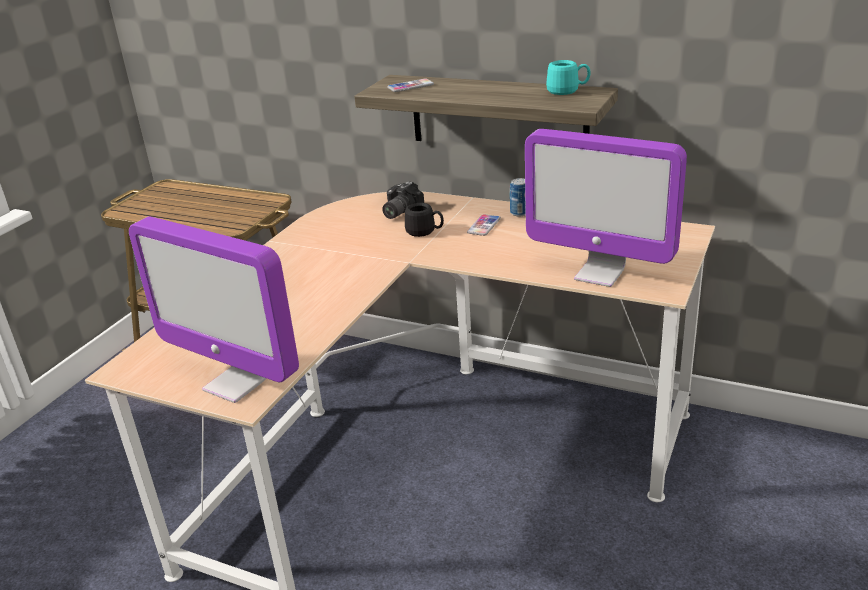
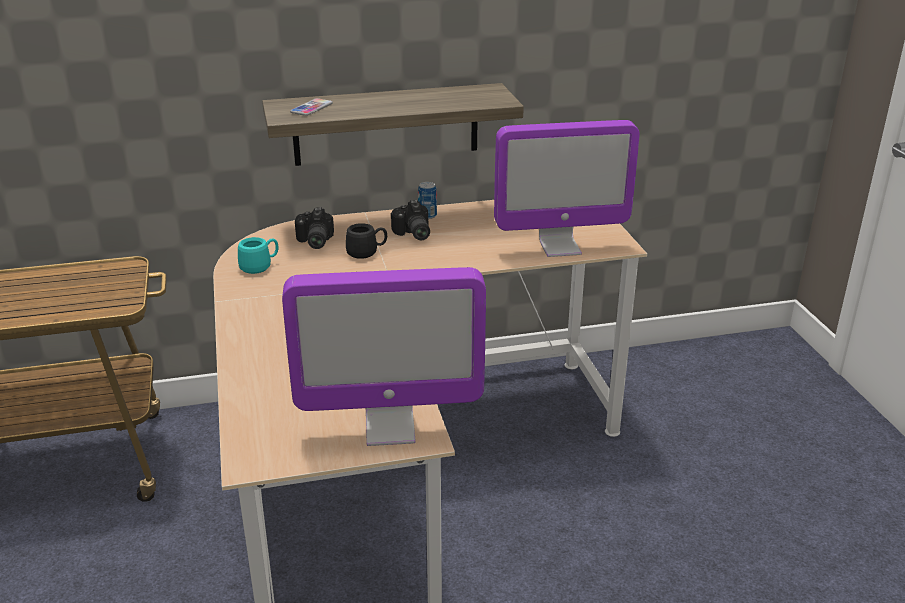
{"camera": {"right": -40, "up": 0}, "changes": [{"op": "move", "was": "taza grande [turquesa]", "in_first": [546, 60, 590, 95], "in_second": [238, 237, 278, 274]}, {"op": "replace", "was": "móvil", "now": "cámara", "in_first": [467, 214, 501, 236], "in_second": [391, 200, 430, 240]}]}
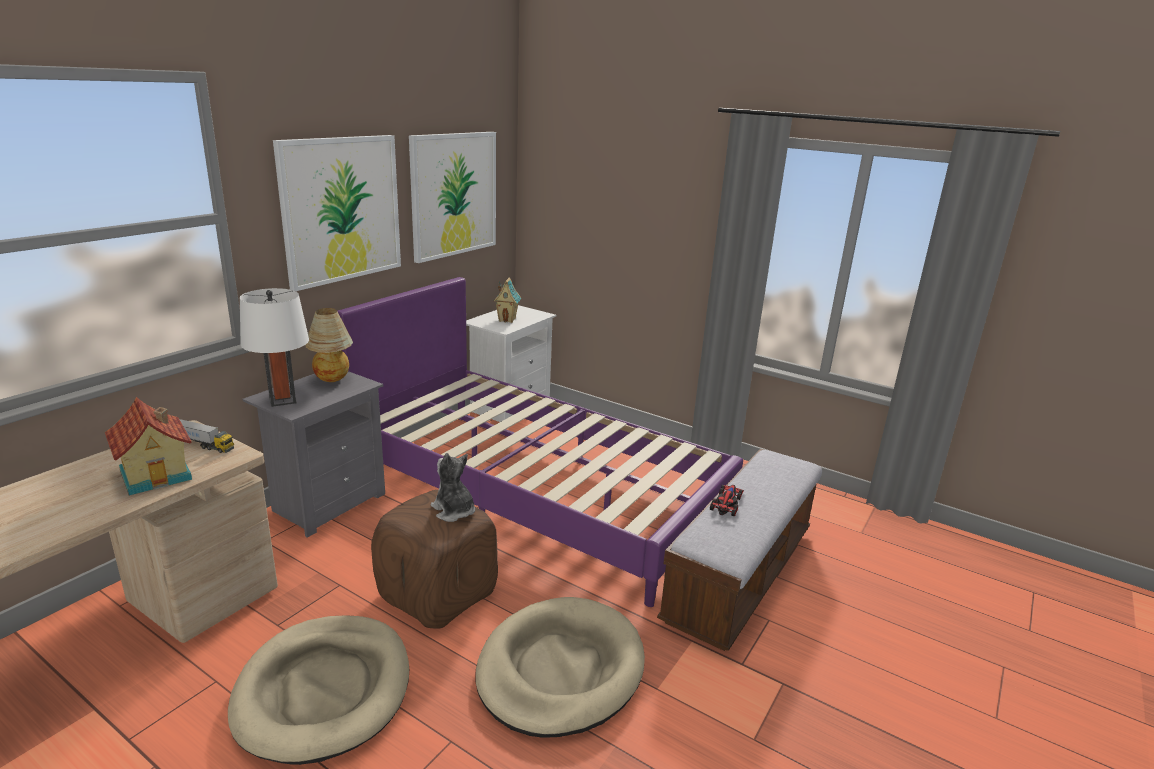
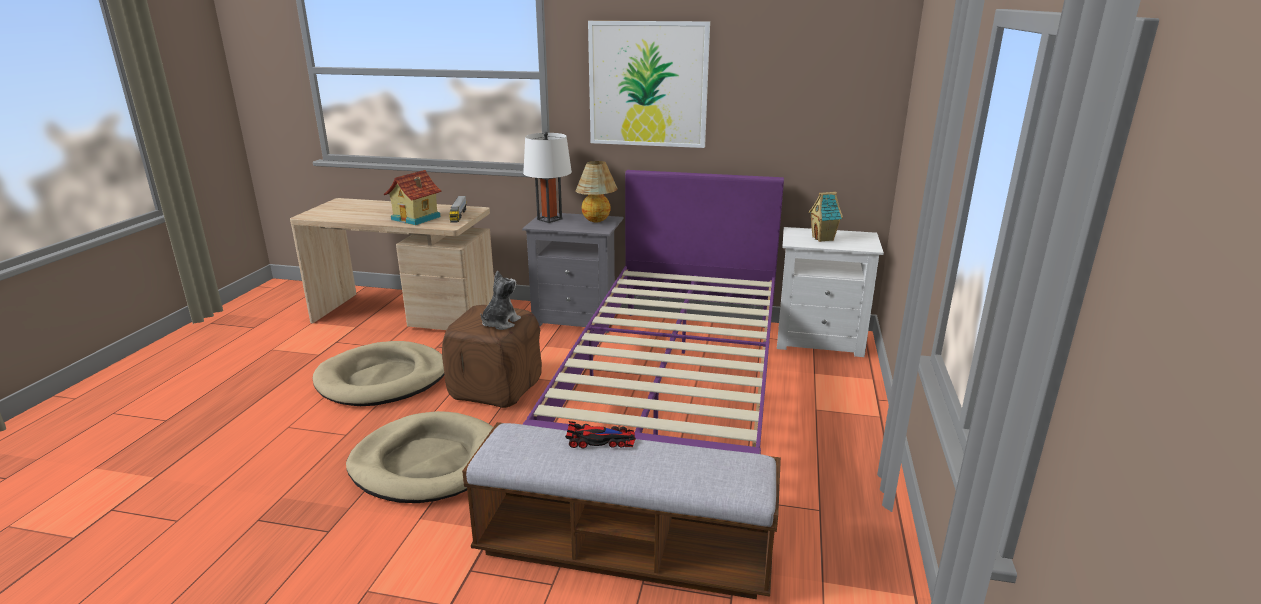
{"camera": {"right": 70, "up": 0}, "changes": [{"op": "delete", "was": "cuadro", "in_first": [409, 132, 496, 263]}]}
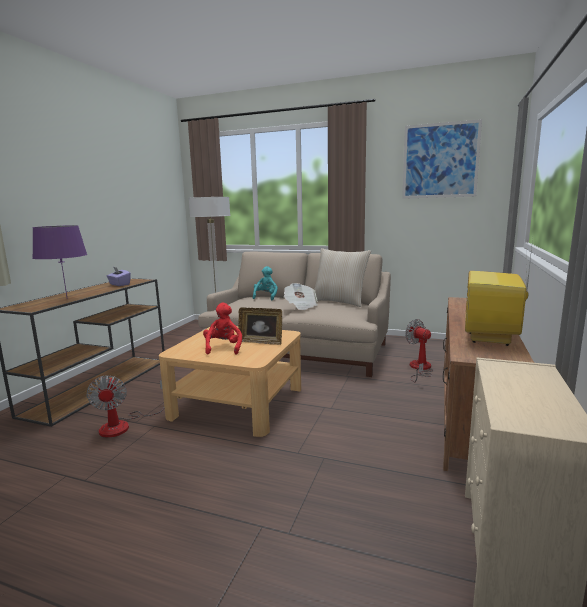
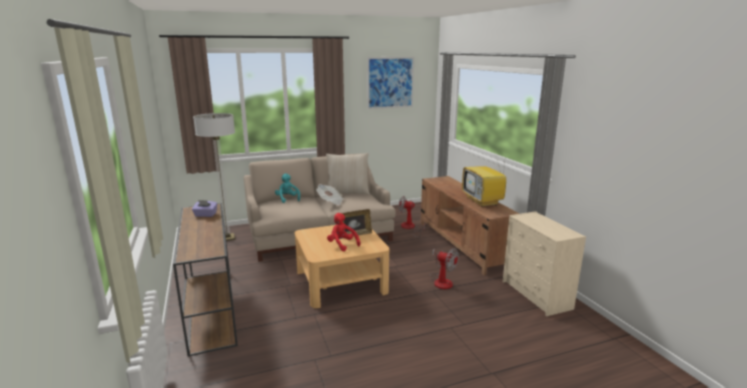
{"camera": {"right": -40, "up": 5}, "changes": [{"op": "delete", "was": "lámpara de mesa [morado]", "in_first": [32, 225, 87, 299]}, {"op": "move", "was": "ventilador", "in_first": [86, 375, 164, 438], "in_second": [430, 248, 459, 289]}]}
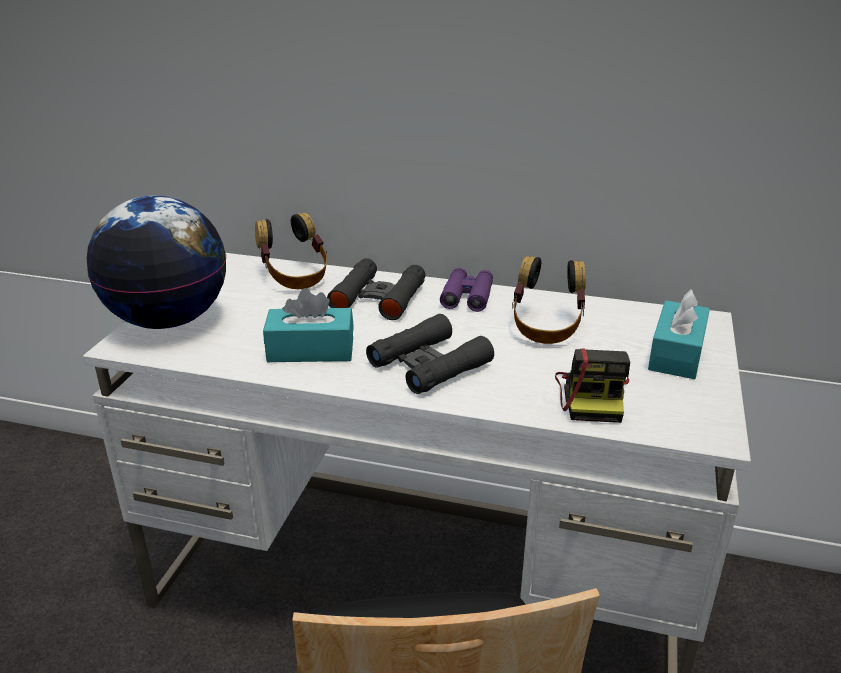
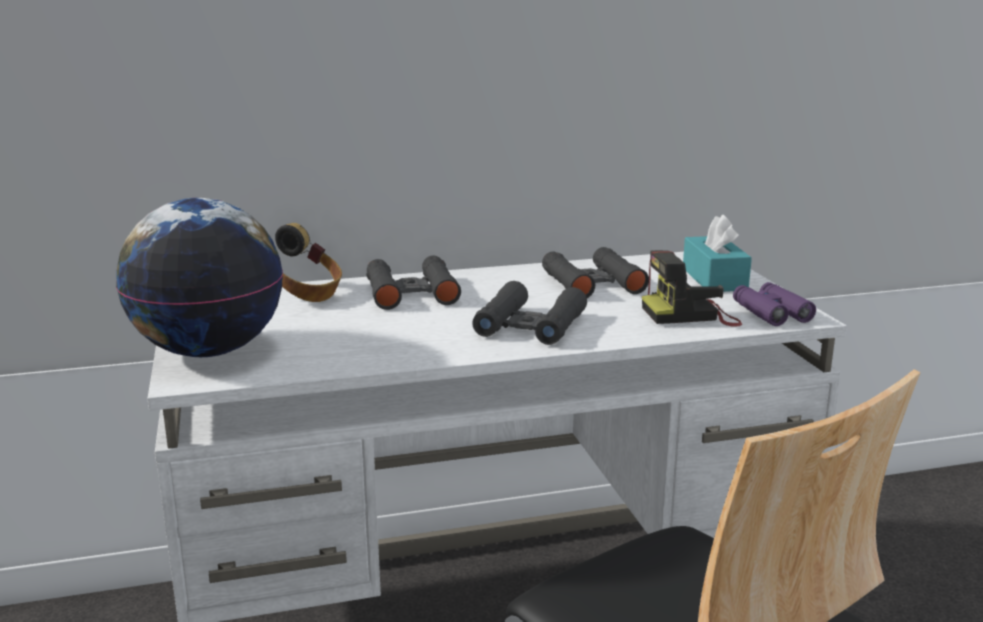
{"camera": {"right": -30, "up": -10}, "changes": [{"op": "replace", "was": "auriculares", "now": "prismáticos [negro]", "in_first": [512, 256, 586, 344], "in_second": [542, 247, 649, 298]}, {"op": "move", "was": "prismáticos [morado]", "in_first": [440, 268, 493, 312], "in_second": [733, 282, 816, 326]}, {"op": "delete", "was": "caja de pañuelos [turquesa]", "in_first": [263, 288, 354, 362]}, {"op": "rotate", "was": "cámara", "in_first": [555, 348, 630, 423], "in_second": [642, 250, 742, 326], "clockwise": 105}]}
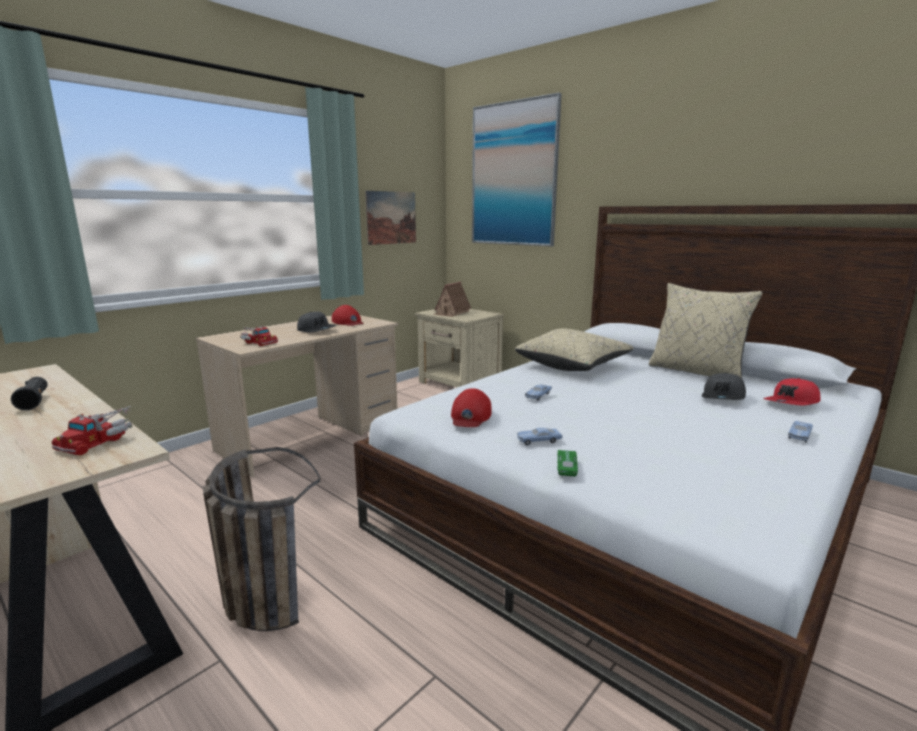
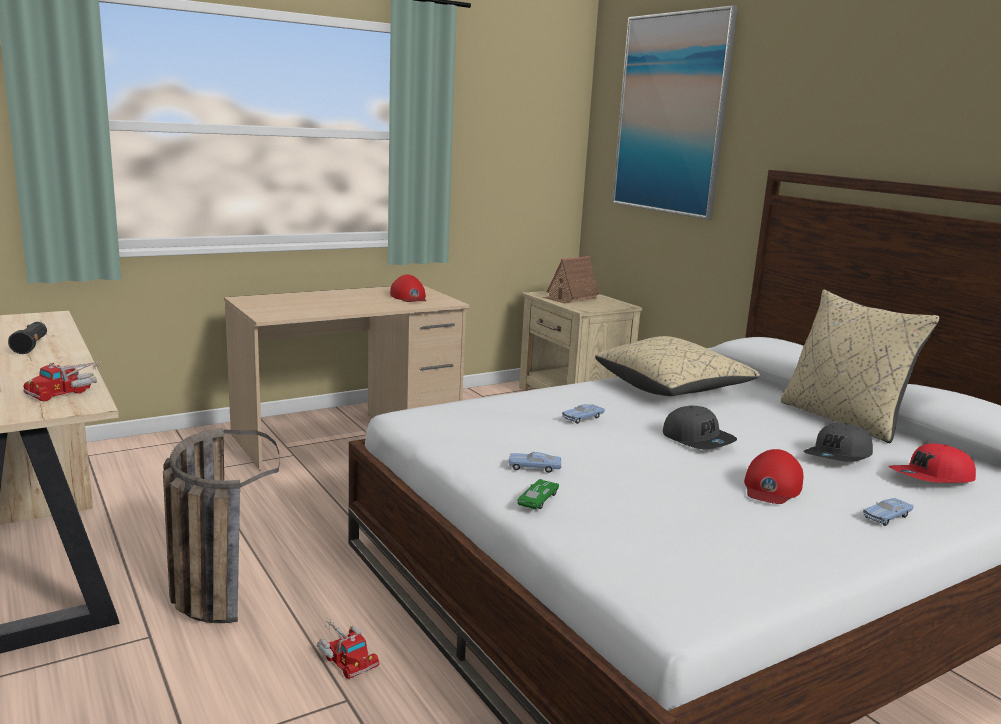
{"camera": {"right": 15, "up": 0}, "changes": [{"op": "delete", "was": "cuadro", "in_first": [365, 191, 416, 245]}, {"op": "move", "was": "gorra [gris]", "in_first": [297, 312, 337, 333], "in_second": [663, 406, 737, 449]}, {"op": "move", "was": "camión de juguete", "in_first": [240, 326, 278, 346], "in_second": [317, 619, 379, 679]}, {"op": "move", "was": "gorra [rojo]", "in_first": [451, 388, 492, 427], "in_second": [744, 449, 803, 504]}]}
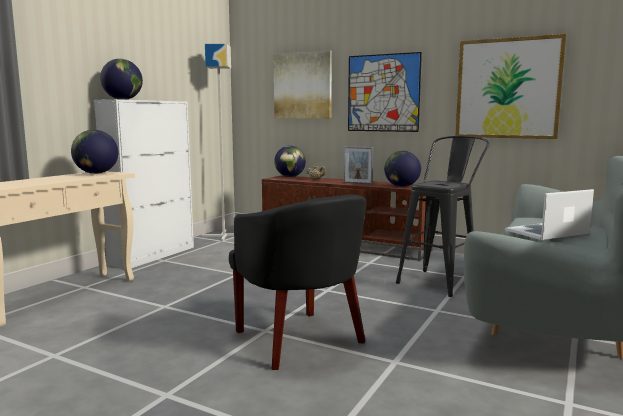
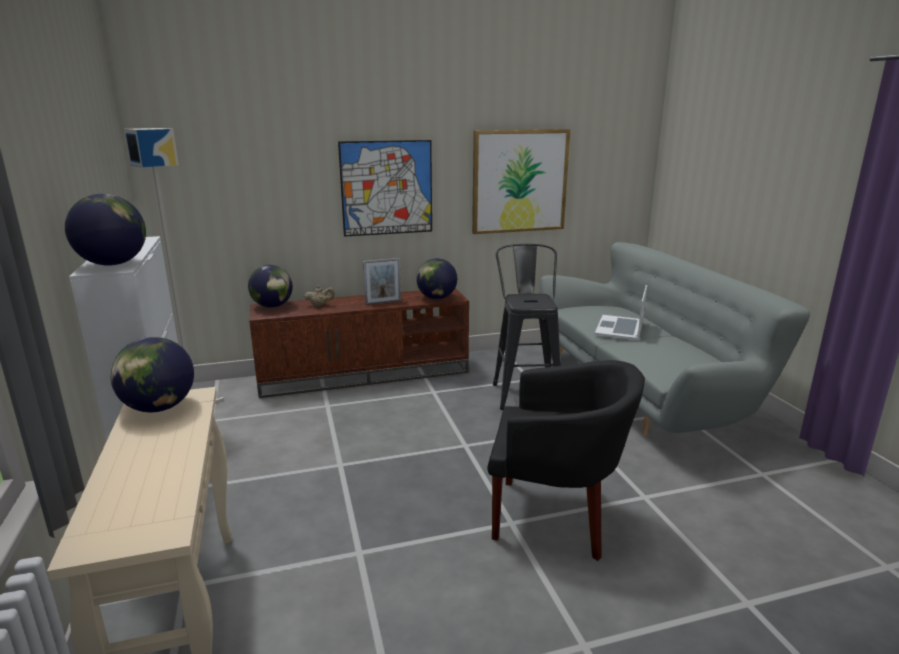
{"camera": {"right": -45, "up": 10}, "changes": [{"op": "delete", "was": "cuadro", "in_first": [274, 50, 332, 119]}]}
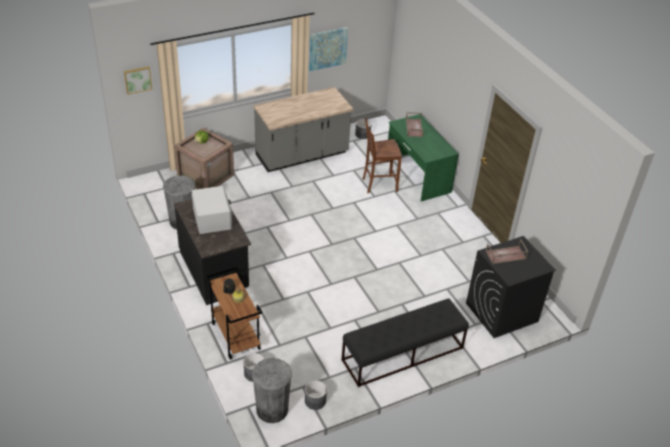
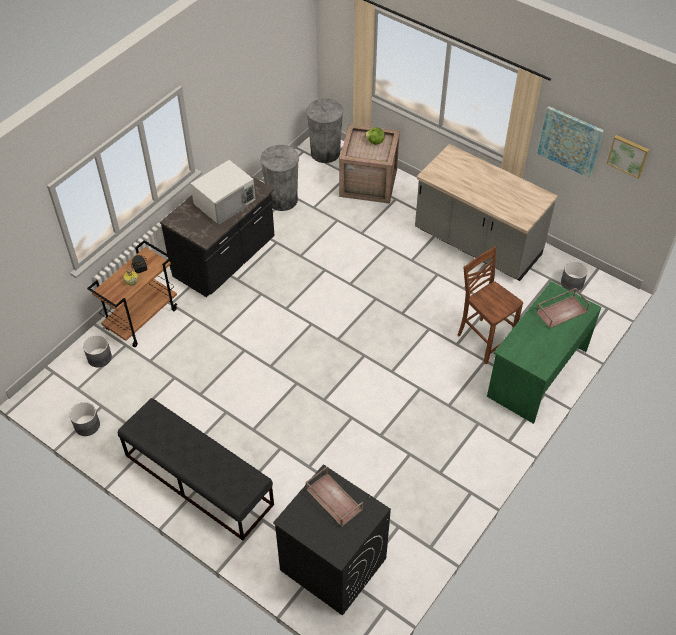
{"camera": {"right": 65, "up": 10}, "changes": [{"op": "move", "was": "cuadro", "in_first": [124, 66, 152, 95], "in_second": [607, 135, 649, 179]}, {"op": "move", "was": "papelera [gris]", "in_first": [252, 358, 292, 423], "in_second": [307, 98, 343, 163]}]}
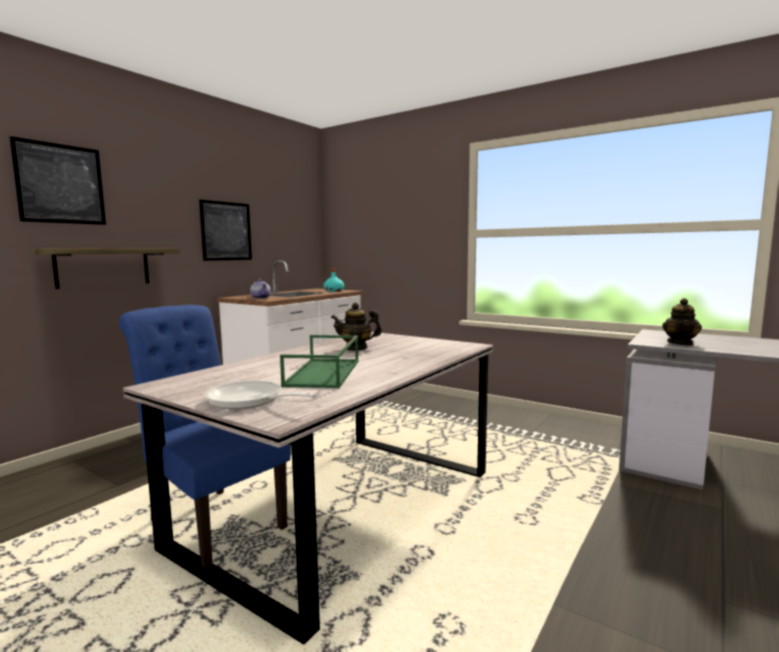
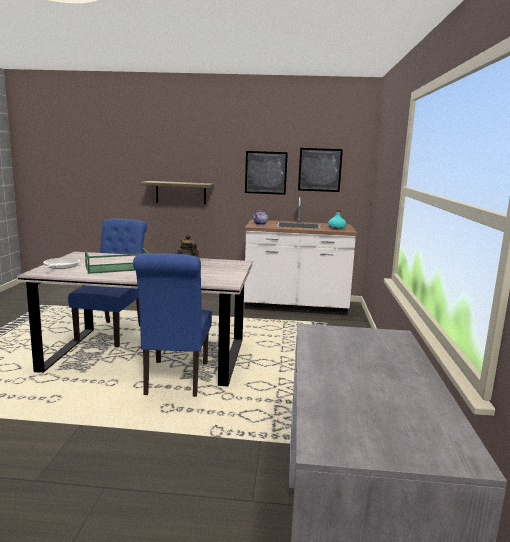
{"camera": {"right": 60, "up": 5}, "changes": [{"op": "move", "was": "cuadro", "in_first": [10, 136, 106, 225], "in_second": [298, 148, 343, 192]}, {"op": "delete", "was": "tetera", "in_first": [662, 298, 702, 345]}, {"op": "insert", "now": "silla [azul]", "in_second": [133, 253, 212, 397]}]}
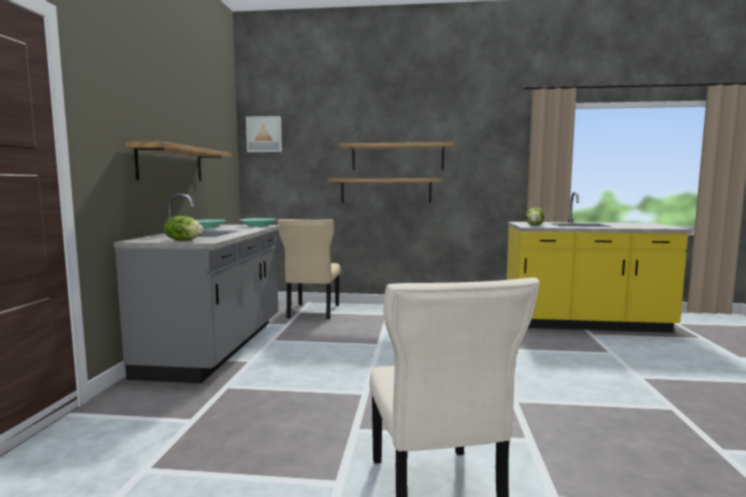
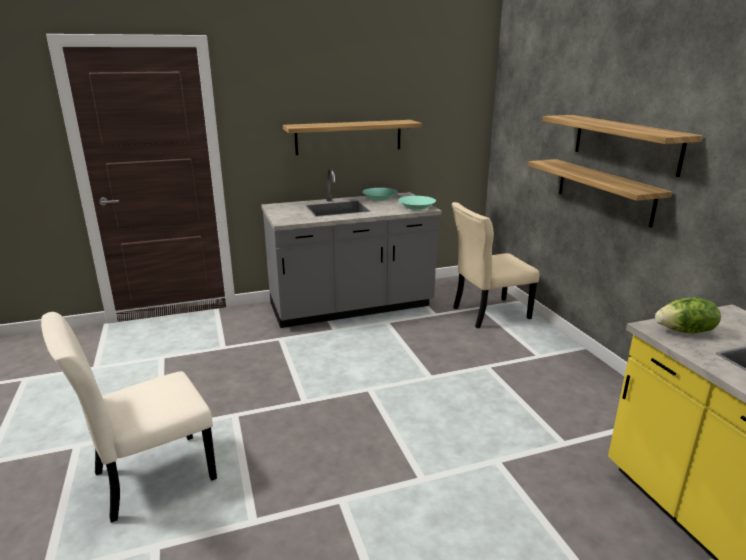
{"camera": {"right": 65, "up": 15}, "changes": [{"op": "delete", "was": "cuadro", "in_first": [246, 116, 282, 152]}, {"op": "delete", "was": "lechuga", "in_first": [164, 216, 203, 241]}]}
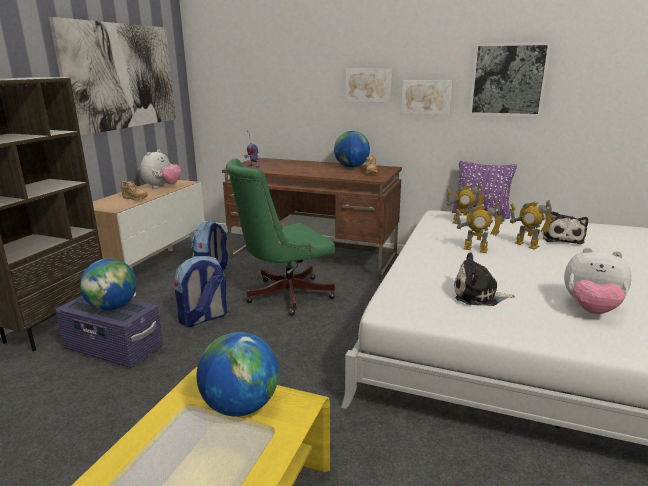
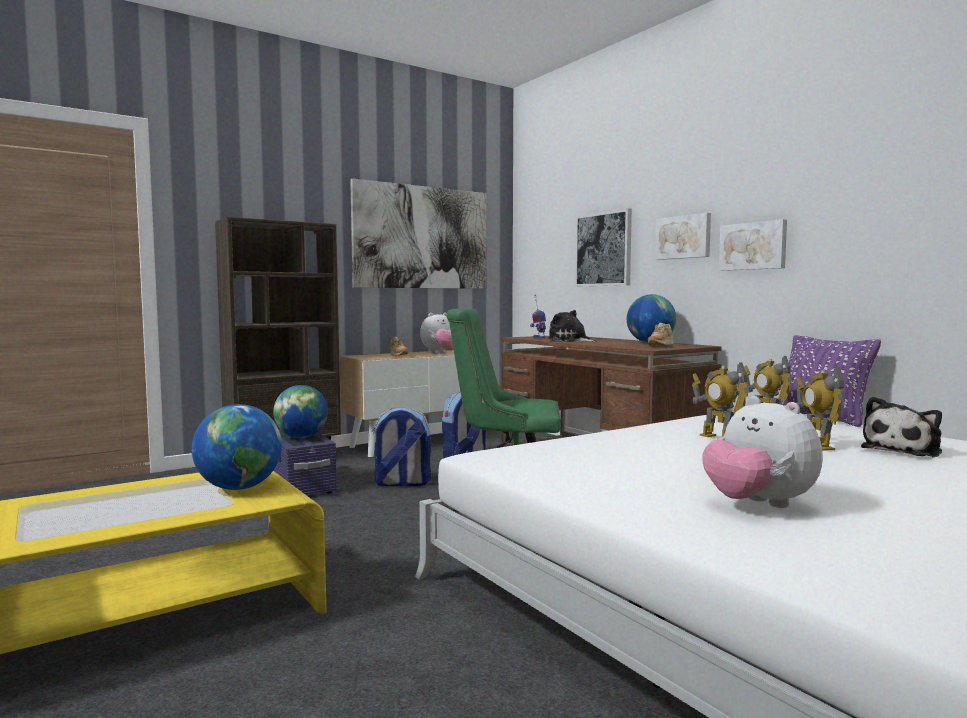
{"camera": {"right": 35, "up": -15}, "changes": [{"op": "move", "was": "cuadro", "in_first": [469, 42, 551, 117], "in_second": [575, 208, 632, 286]}, {"op": "move", "was": "peluche", "in_first": [454, 252, 515, 306], "in_second": [548, 310, 596, 342]}]}
